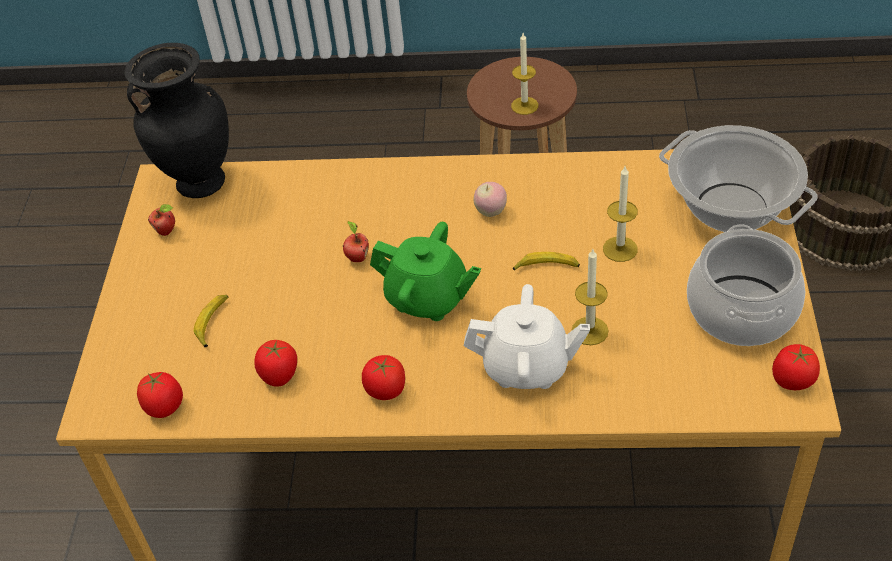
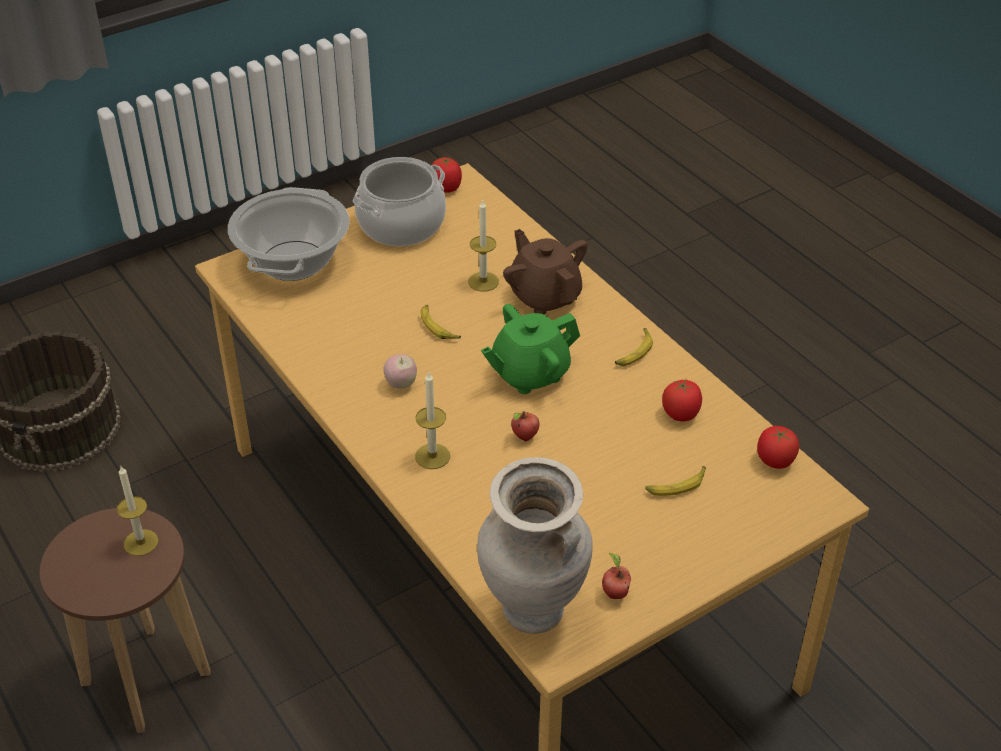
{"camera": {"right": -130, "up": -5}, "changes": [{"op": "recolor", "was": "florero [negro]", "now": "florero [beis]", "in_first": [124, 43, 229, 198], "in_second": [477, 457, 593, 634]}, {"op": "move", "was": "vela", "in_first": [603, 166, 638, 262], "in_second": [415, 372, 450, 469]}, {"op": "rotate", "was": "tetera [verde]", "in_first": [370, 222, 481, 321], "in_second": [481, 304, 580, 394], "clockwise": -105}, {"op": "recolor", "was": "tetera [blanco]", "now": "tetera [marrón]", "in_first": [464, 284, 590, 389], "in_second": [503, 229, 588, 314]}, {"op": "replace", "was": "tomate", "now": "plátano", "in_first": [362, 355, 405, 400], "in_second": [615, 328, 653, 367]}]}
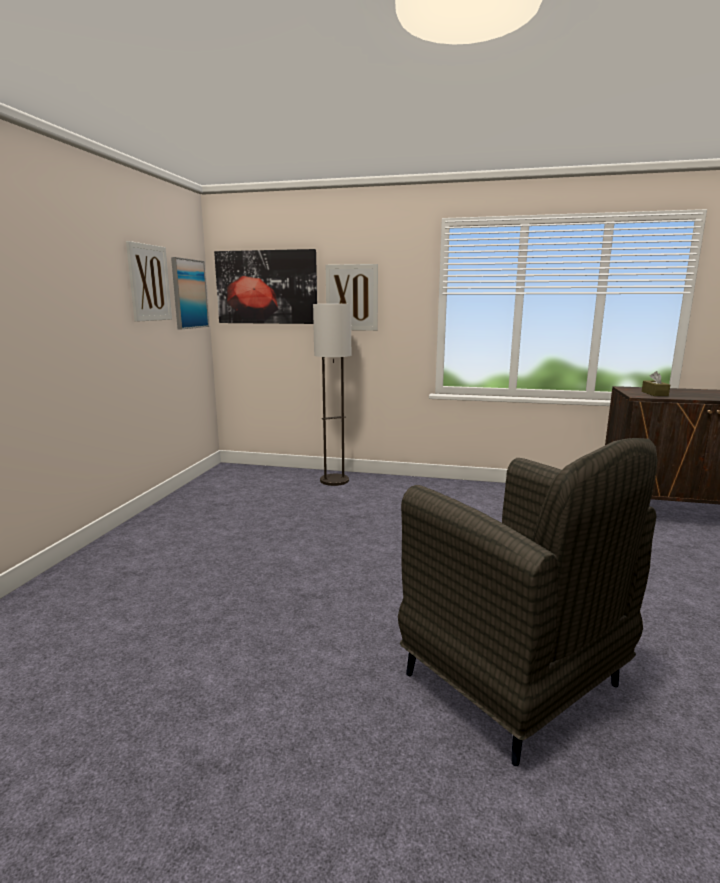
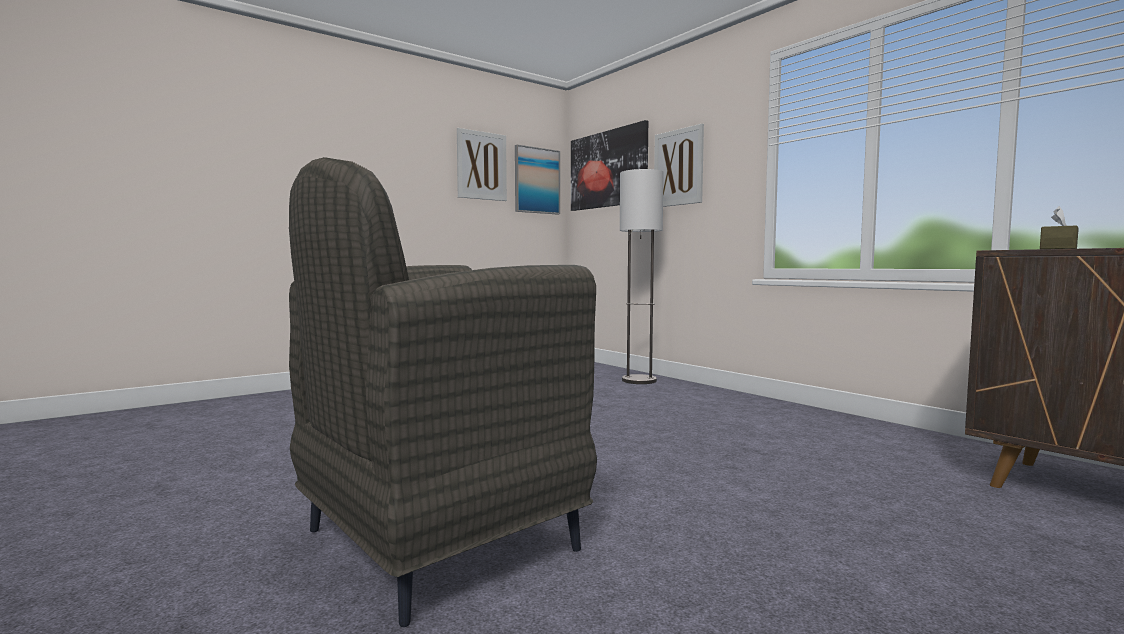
{"camera": {"right": 40, "up": -10}, "changes": [{"op": "rotate", "was": "sillón [gris]", "in_first": [398, 438, 658, 766], "in_second": [289, 157, 597, 627], "clockwise": 45}]}
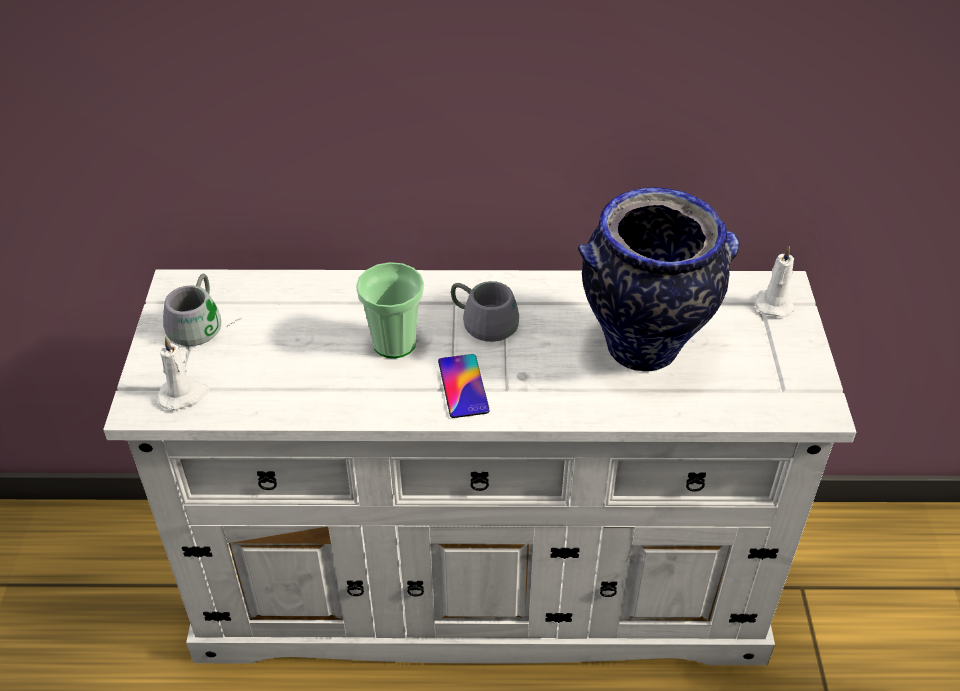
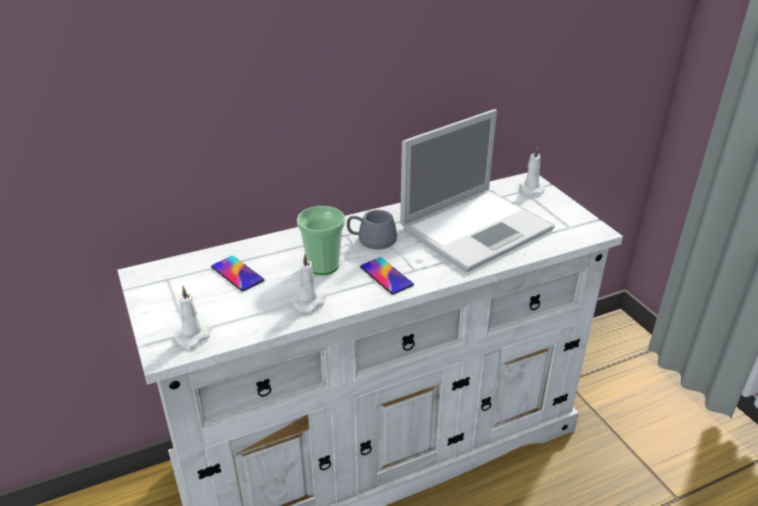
{"camera": {"right": -25, "up": -10}, "changes": [{"op": "replace", "was": "florero", "now": "portátil", "in_first": [578, 187, 740, 372], "in_second": [400, 109, 555, 272]}, {"op": "delete", "was": "taza grande [gris]", "in_first": [163, 274, 242, 346]}, {"op": "insert", "now": "vela [blanco]", "in_second": [291, 254, 326, 313]}, {"op": "insert", "now": "móvil", "in_second": [211, 256, 264, 291]}]}
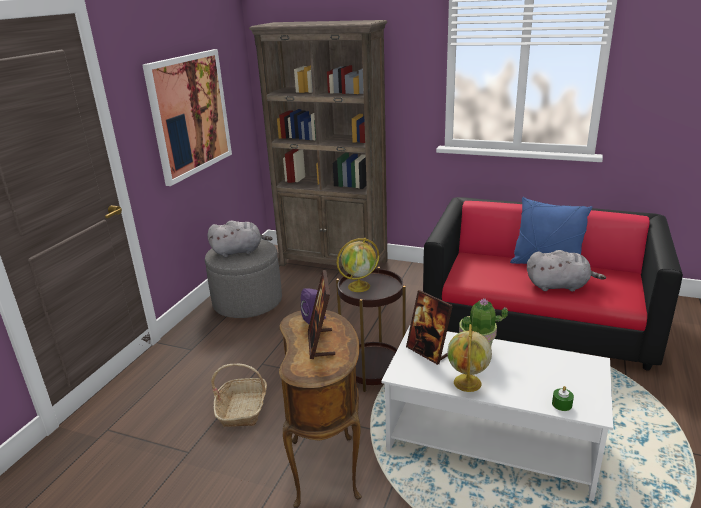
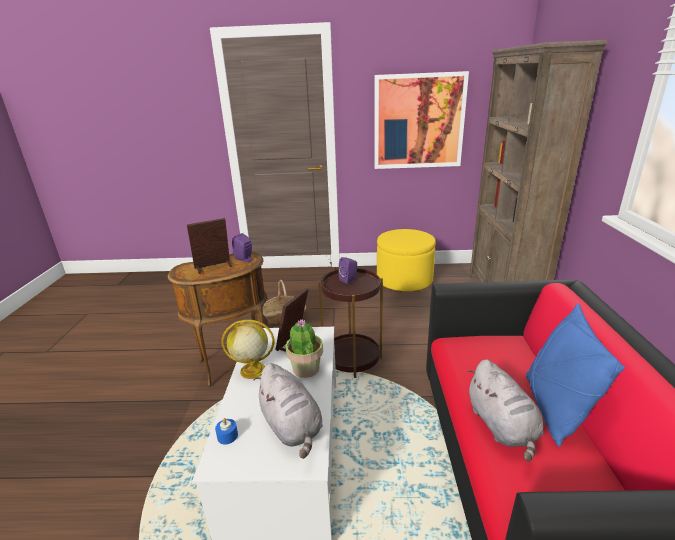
{"camera": {"right": 70, "up": 0}, "changes": [{"op": "move", "was": "peluche [gris]", "in_first": [207, 221, 273, 257], "in_second": [254, 363, 323, 459]}, {"op": "replace", "was": "globo terráqueo", "now": "altavoz [morado]", "in_first": [337, 238, 380, 292], "in_second": [338, 257, 357, 284]}, {"op": "recolor", "was": "puf [gris]", "now": "puf [amarillo]", "in_first": [205, 239, 282, 318], "in_second": [377, 229, 436, 291]}, {"op": "recolor", "was": "vela [verde]", "now": "vela [azul]", "in_first": [552, 386, 574, 411], "in_second": [215, 418, 238, 445]}]}
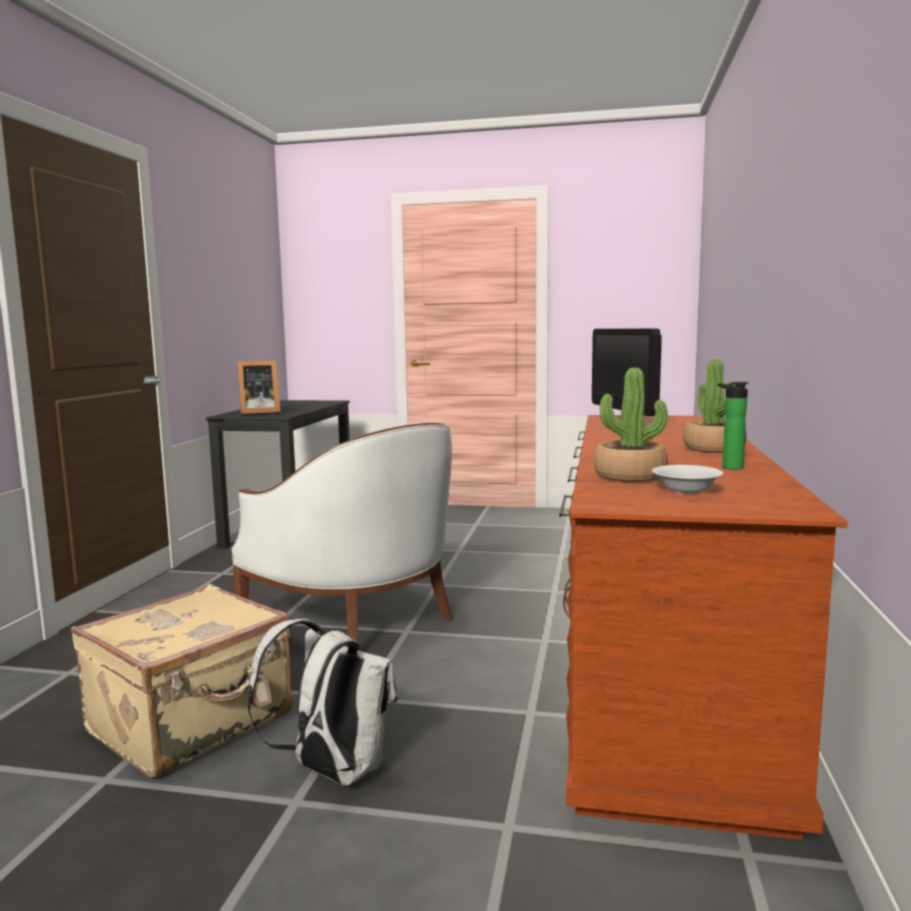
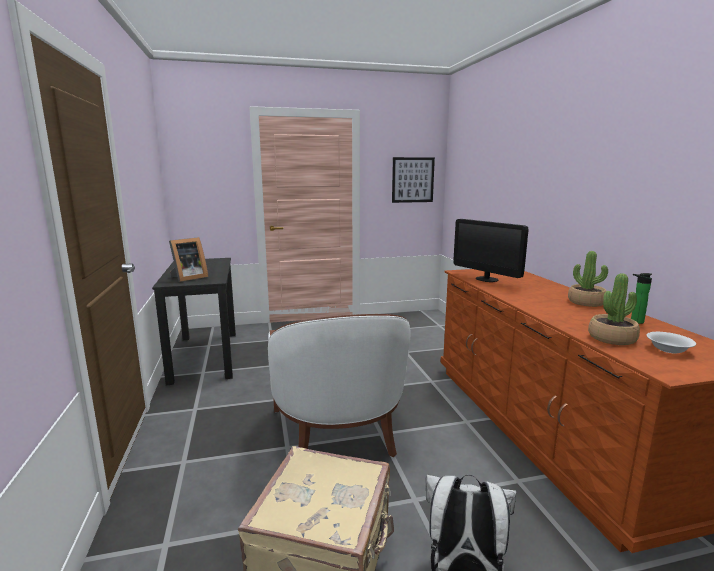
{"camera": {"right": -25, "up": 5}, "changes": [{"op": "rotate", "was": "sillón [blanco]", "in_first": [231, 423, 452, 651], "in_second": [268, 314, 411, 457], "clockwise": 60}, {"op": "insert", "now": "cuadro", "in_second": [392, 157, 435, 203]}]}
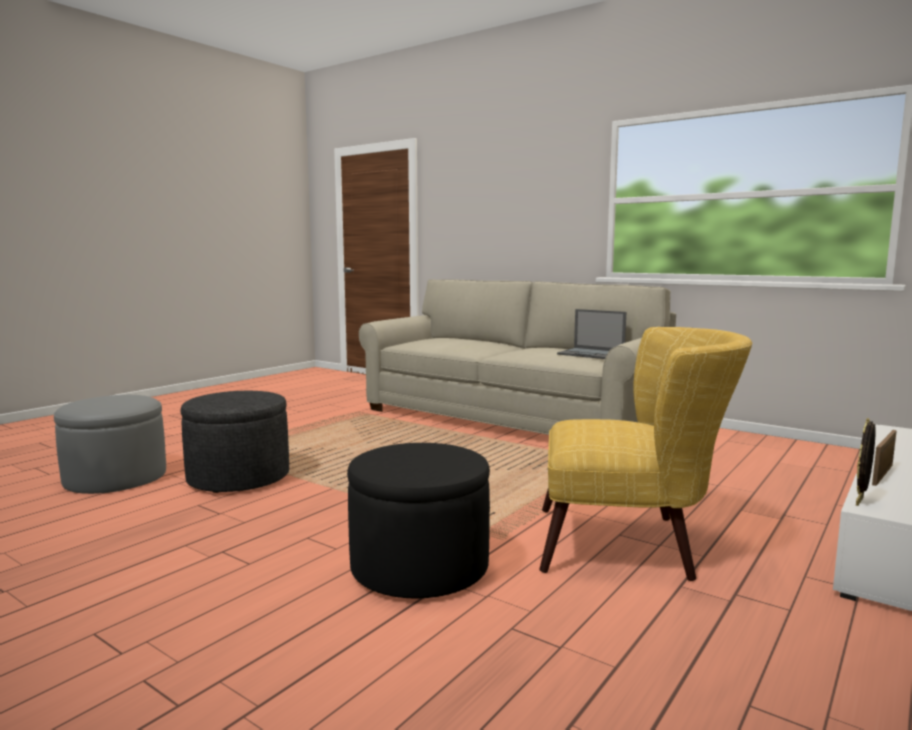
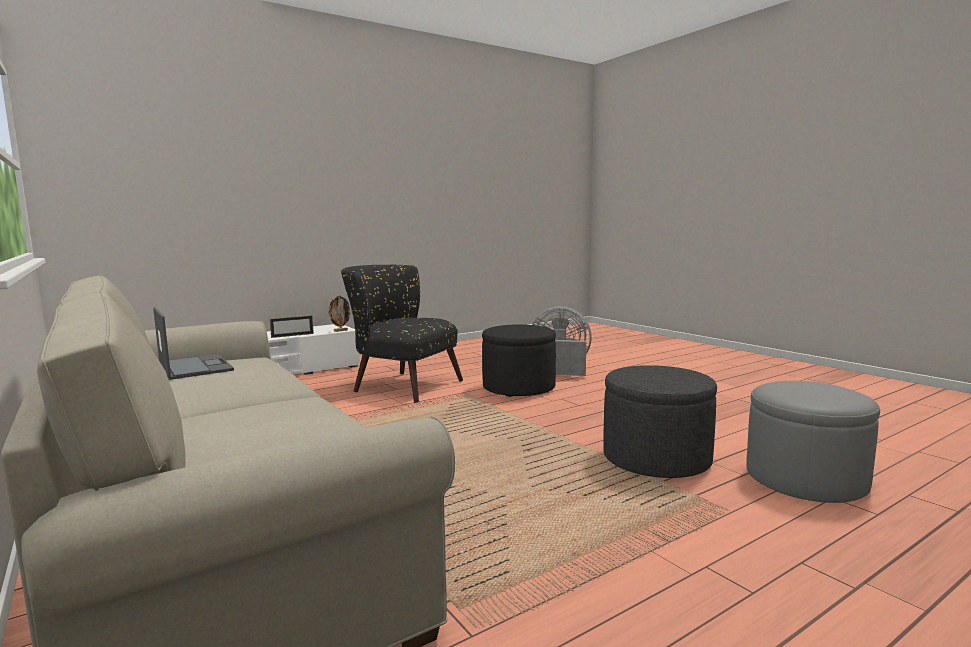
{"camera": {"right": -160, "up": 0}, "changes": [{"op": "recolor", "was": "sillón [amarillo]", "now": "sillón [negro]", "in_first": [539, 327, 753, 581], "in_second": [341, 265, 463, 403]}, {"op": "insert", "now": "ventilador [gris]", "in_second": [532, 306, 592, 376]}]}
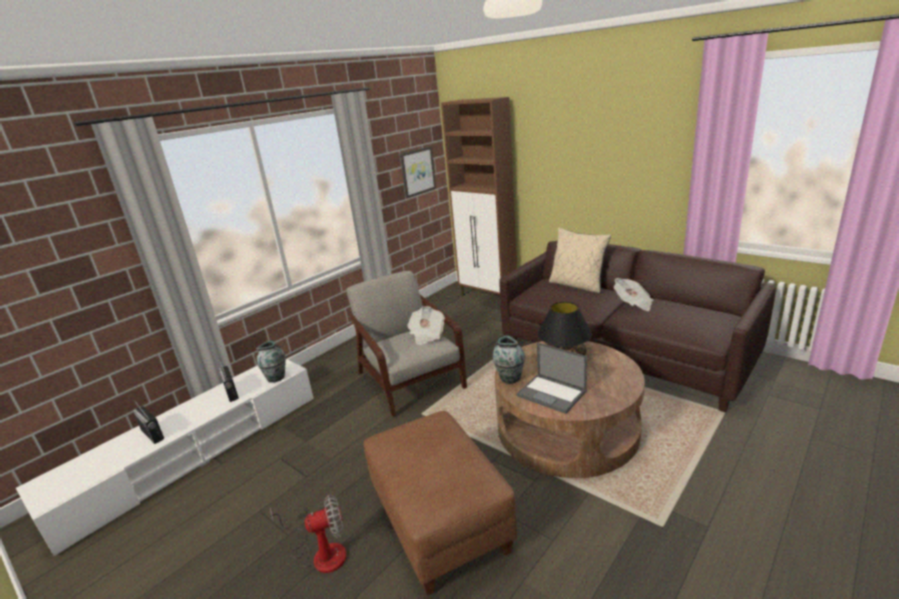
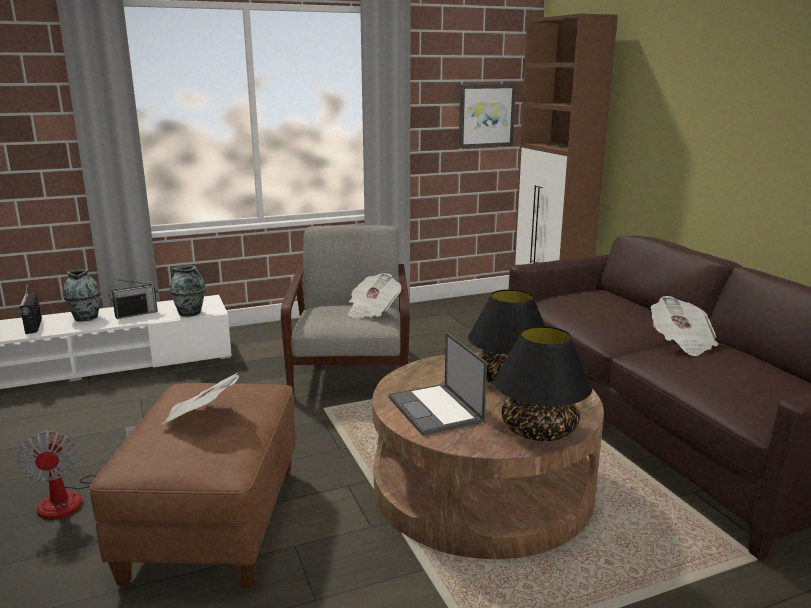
{"camera": {"right": 25, "up": -5}, "changes": [{"op": "delete", "was": "cojín [beis]", "in_first": [549, 227, 611, 294]}, {"op": "move", "was": "florero", "in_first": [493, 336, 525, 384], "in_second": [63, 269, 101, 321]}, {"op": "rotate", "was": "radio", "in_first": [219, 360, 239, 402], "in_second": [109, 279, 158, 319], "clockwise": -120}, {"op": "rotate", "was": "ventilador", "in_first": [270, 494, 347, 573], "in_second": [16, 426, 136, 520], "clockwise": 60}, {"op": "insert", "now": "lámpara de mesa [negro]", "in_second": [494, 326, 592, 441]}, {"op": "insert", "now": "periódico", "in_second": [163, 373, 239, 424]}]}
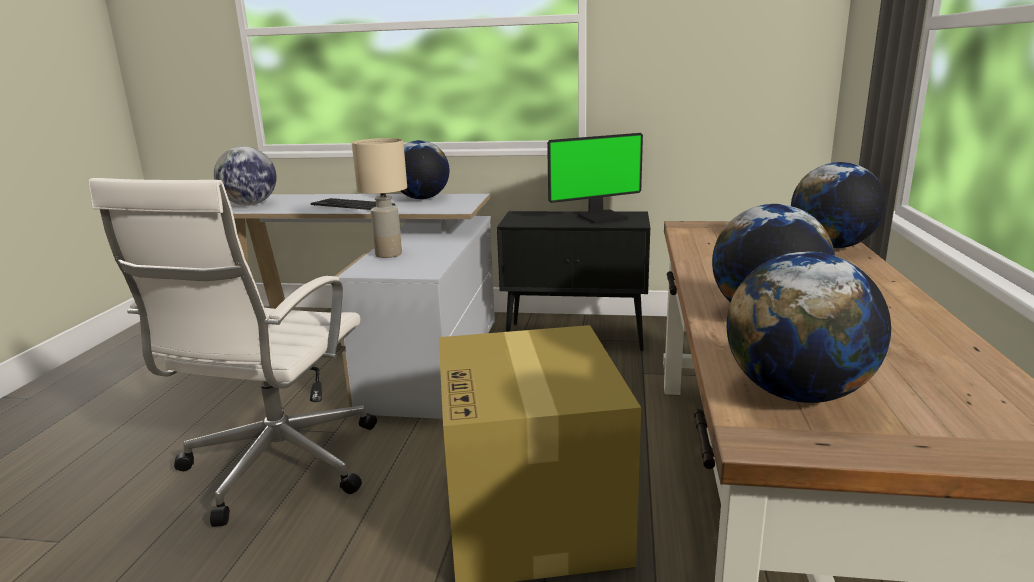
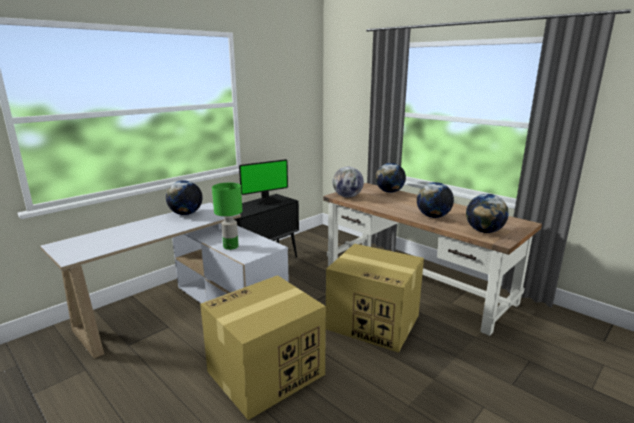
{"camera": {"right": -55, "up": 0}, "changes": [{"op": "rotate", "was": "monitor", "in_first": [547, 133, 643, 224], "in_second": [239, 159, 288, 205], "clockwise": 45}, {"op": "recolor", "was": "lámpara de mesa [beis]", "now": "lámpara de mesa [verde]", "in_first": [352, 138, 407, 258], "in_second": [212, 183, 242, 250]}, {"op": "move", "was": "globo terráqueo", "in_first": [214, 146, 277, 205], "in_second": [333, 166, 364, 198]}, {"op": "replace", "was": "silla de oficina [blanco]", "now": "caja de cartón", "in_first": [89, 178, 377, 527], "in_second": [200, 275, 326, 420]}, {"op": "delete", "was": "teclado", "in_first": [311, 198, 395, 210]}]}
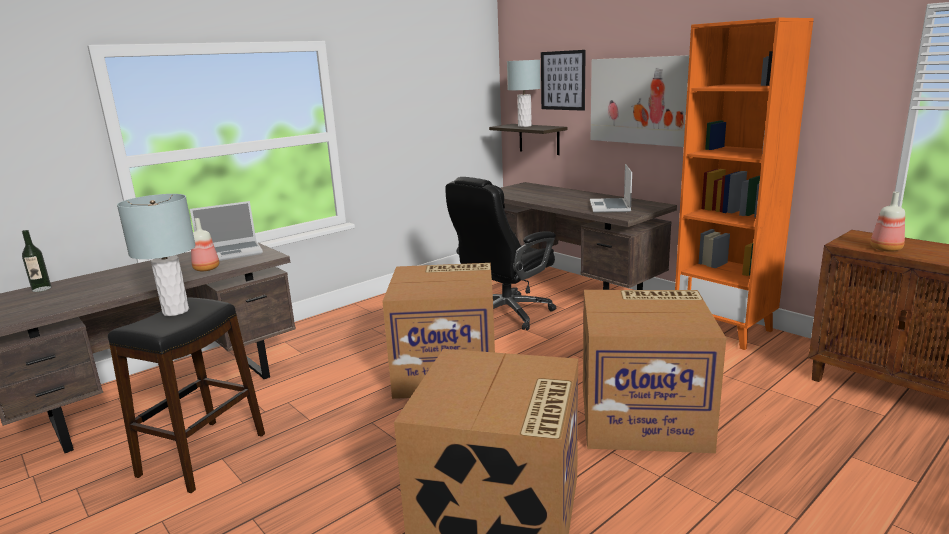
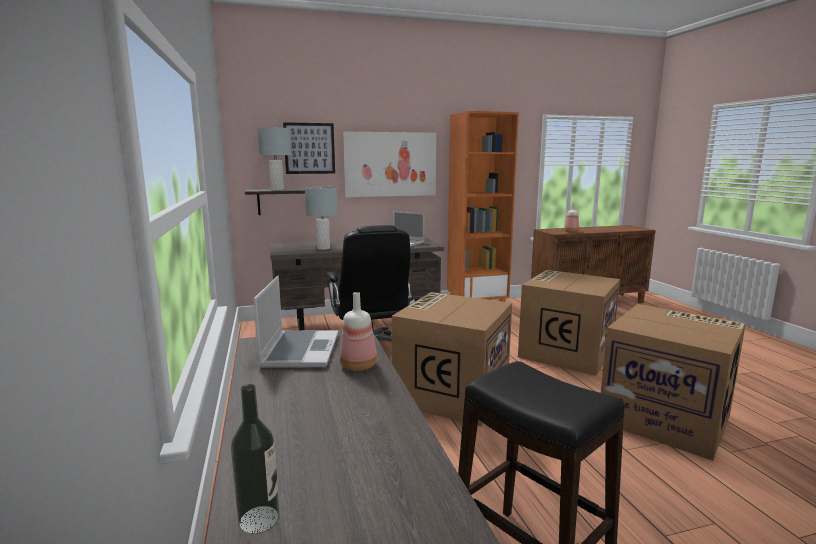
{"camera": {"right": -65, "up": -5}, "changes": [{"op": "move", "was": "lámpara de mesa [gris]", "in_first": [117, 194, 196, 316], "in_second": [305, 187, 338, 250]}]}
